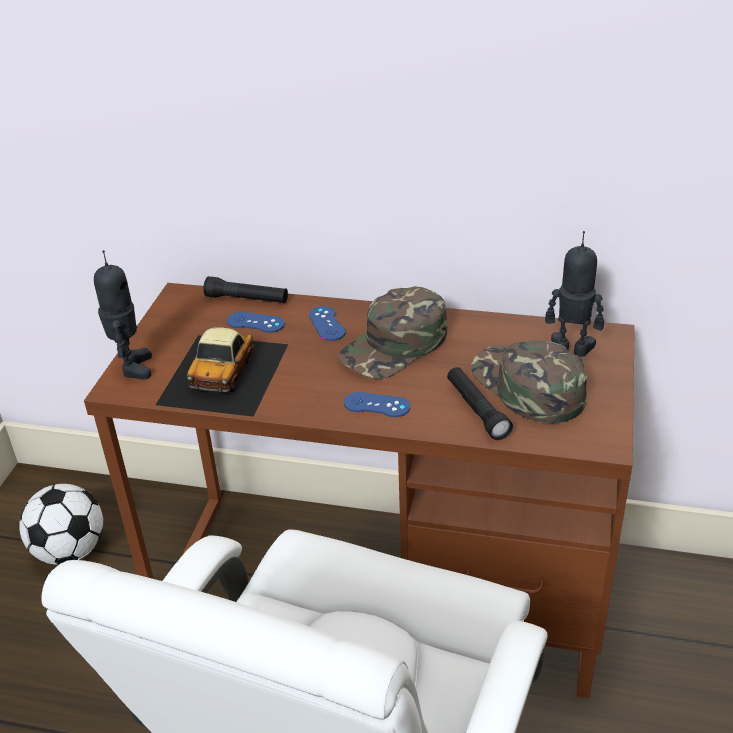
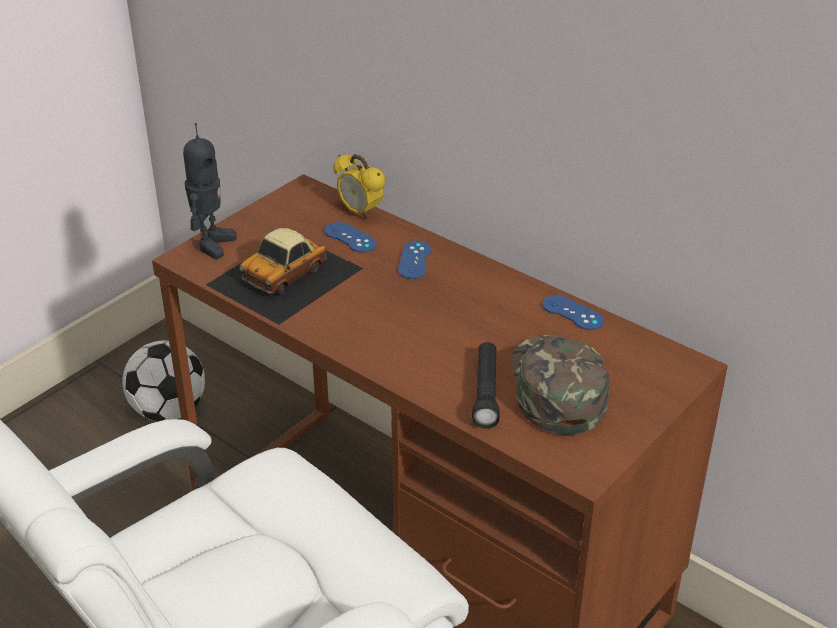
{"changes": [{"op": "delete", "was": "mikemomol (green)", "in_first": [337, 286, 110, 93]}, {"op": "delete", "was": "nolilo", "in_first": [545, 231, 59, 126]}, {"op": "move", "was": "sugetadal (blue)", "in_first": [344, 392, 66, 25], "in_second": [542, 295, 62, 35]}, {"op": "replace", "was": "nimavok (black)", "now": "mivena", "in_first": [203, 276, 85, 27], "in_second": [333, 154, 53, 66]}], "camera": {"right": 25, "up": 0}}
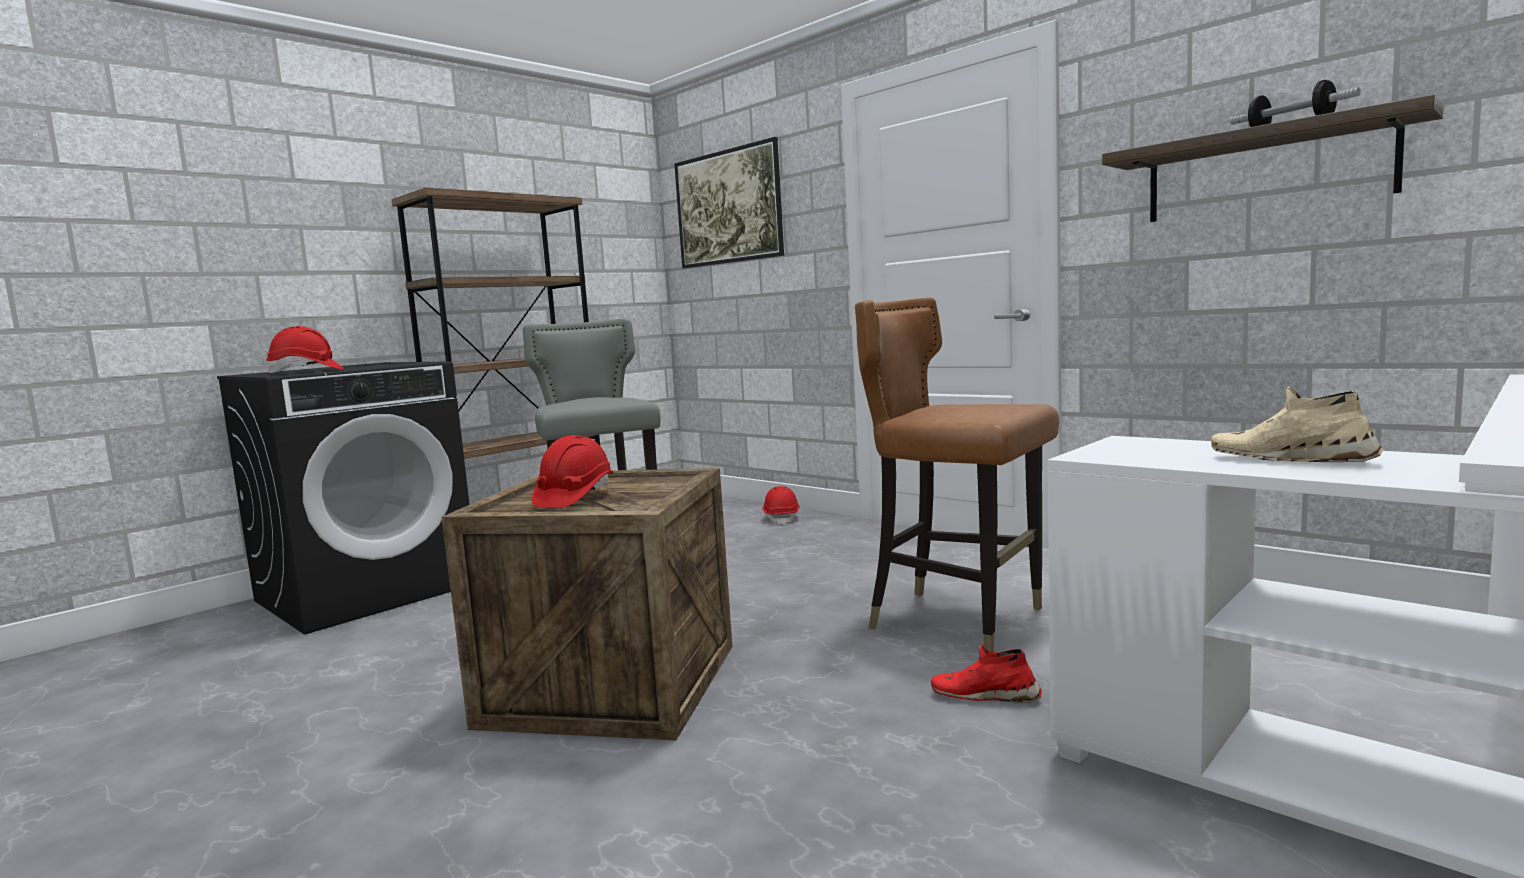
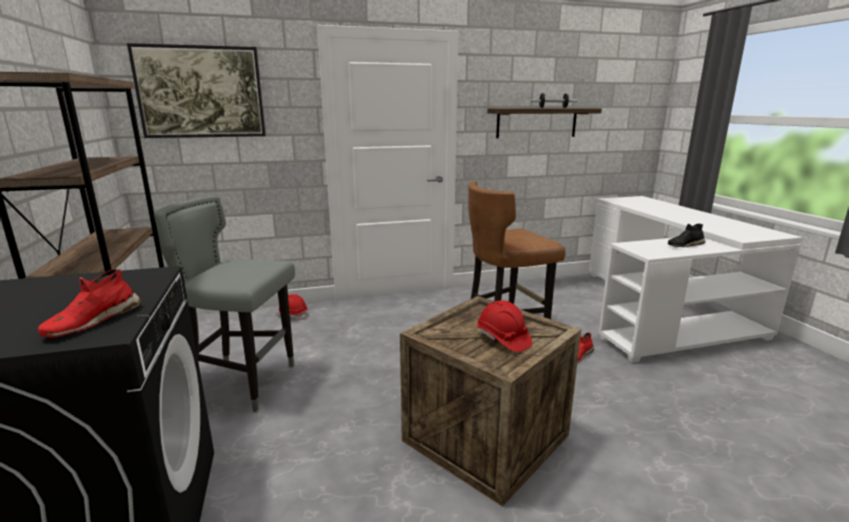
{"changes": [{"op": "replace", "was": "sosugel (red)", "now": "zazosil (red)", "in_first": [266, 326, 78, 48], "in_second": [38, 269, 103, 69]}, {"op": "recolor", "was": "zazosil (beige)", "now": "zazosil (black)", "in_first": [1211, 386, 172, 76], "in_second": [667, 223, 39, 24]}], "camera": {"right": -60, "up": 10}}
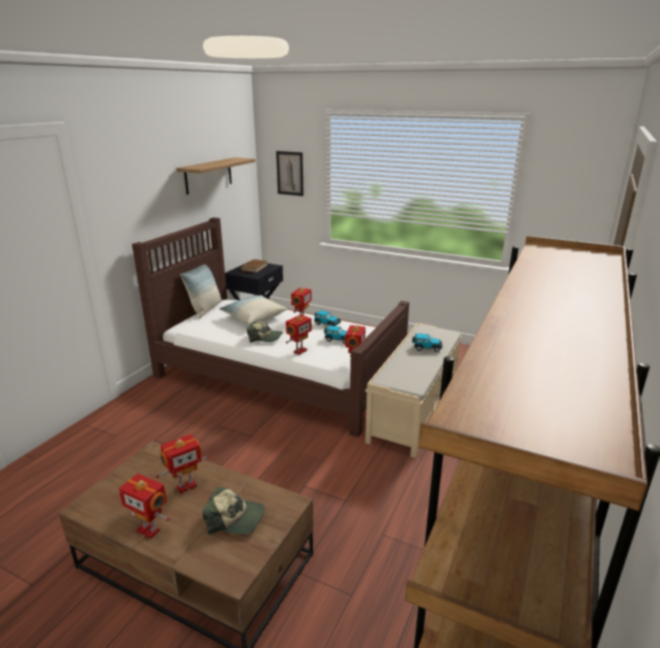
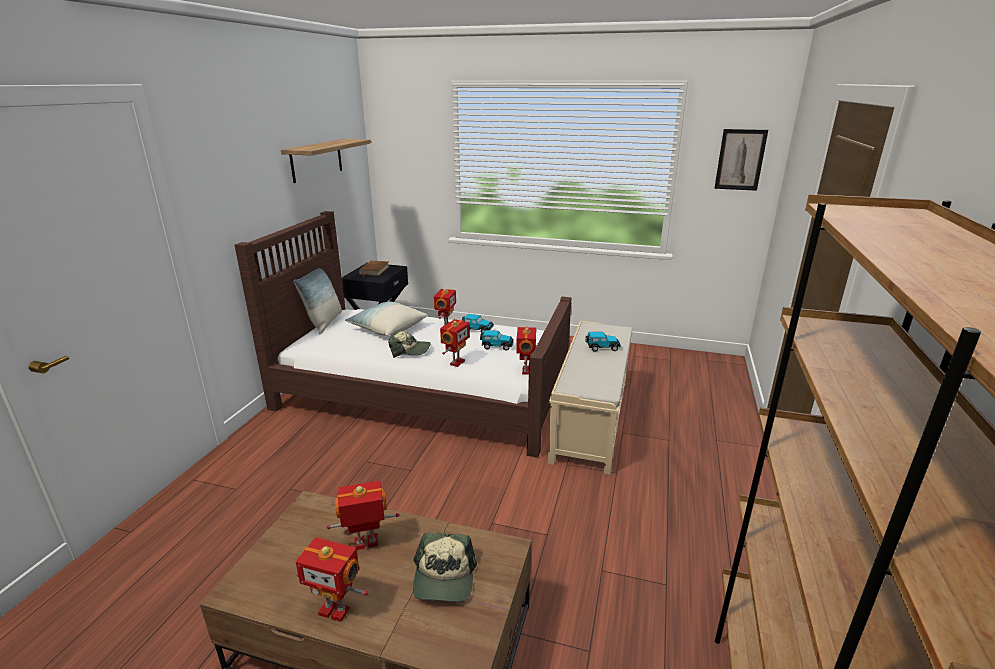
{"changes": [{"op": "move", "was": "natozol", "in_first": [276, 151, 28, 45], "in_second": [714, 129, 54, 62]}, {"op": "rotate", "was": "nolilo", "in_first": [156, 434, 53, 60], "in_second": [327, 481, 72, 69], "clockwise": -150}, {"op": "rotate", "was": "mikemomol", "in_first": [202, 486, 63, 49], "in_second": [413, 532, 64, 70], "clockwise": 90}], "camera": {"right": -10, "up": 0}}
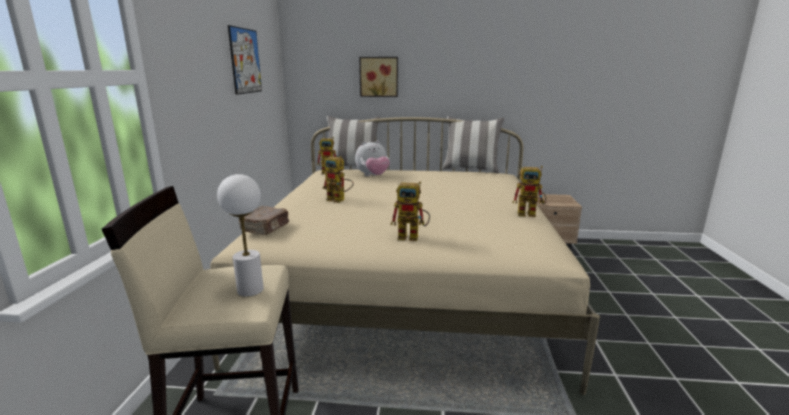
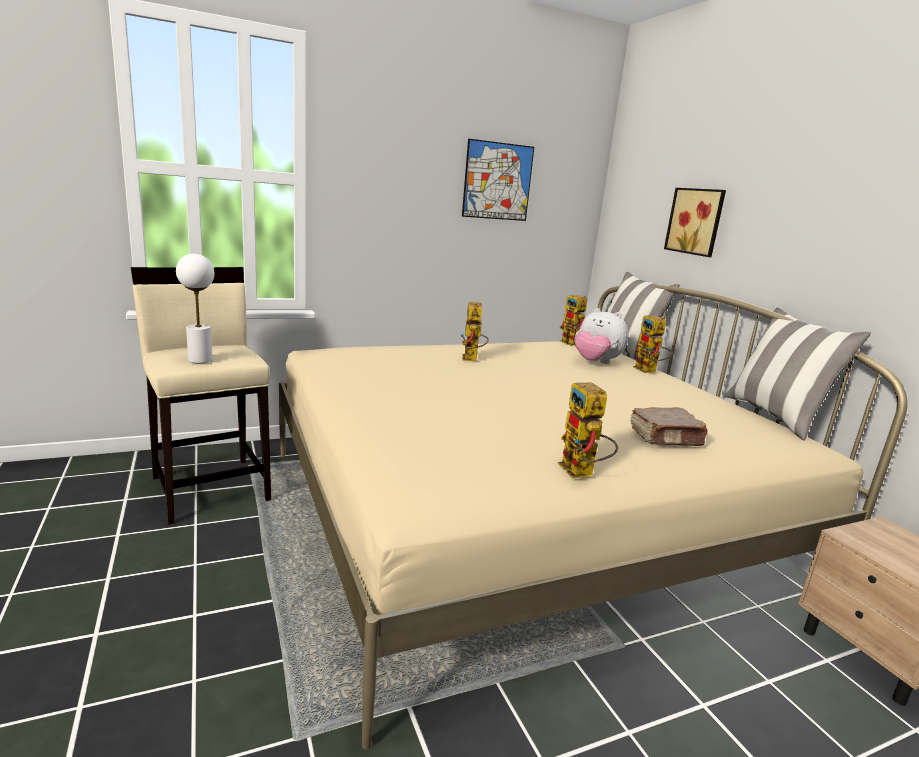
{"changes": [{"op": "move", "was": "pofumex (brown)", "in_first": [239, 206, 50, 29], "in_second": [630, 407, 78, 39]}, {"op": "move", "was": "nolilo", "in_first": [391, 182, 39, 59], "in_second": [633, 316, 39, 57]}], "camera": {"right": 60, "up": 0}}
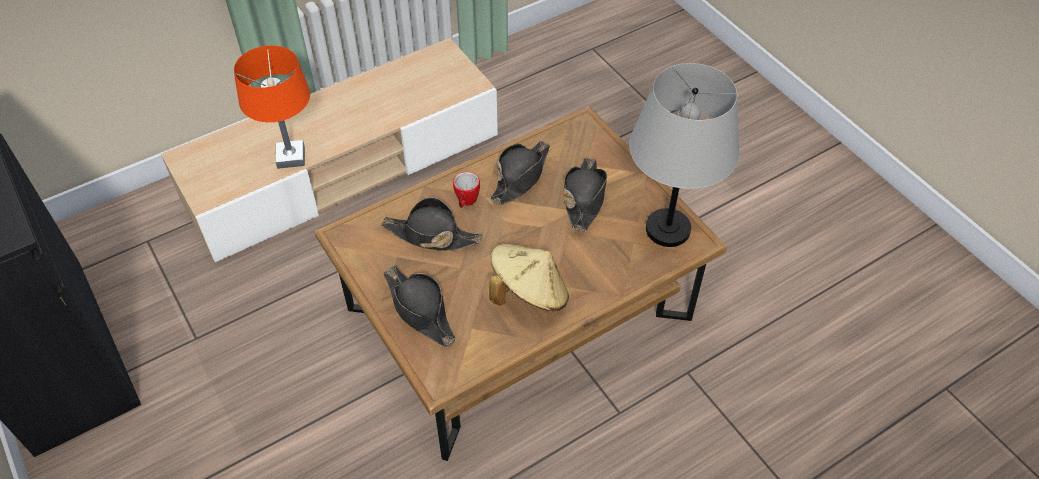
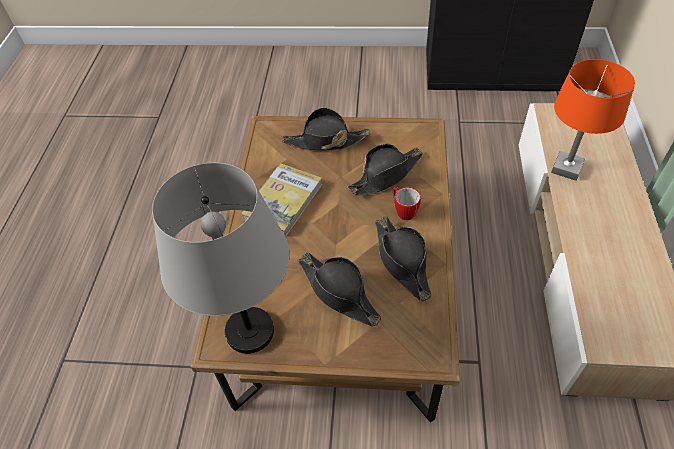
{"changes": [{"op": "replace", "was": "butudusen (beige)", "now": "pofumex", "in_first": [490, 244, 79, 67], "in_second": [241, 163, 81, 74]}], "camera": {"right": 130, "up": 0}}
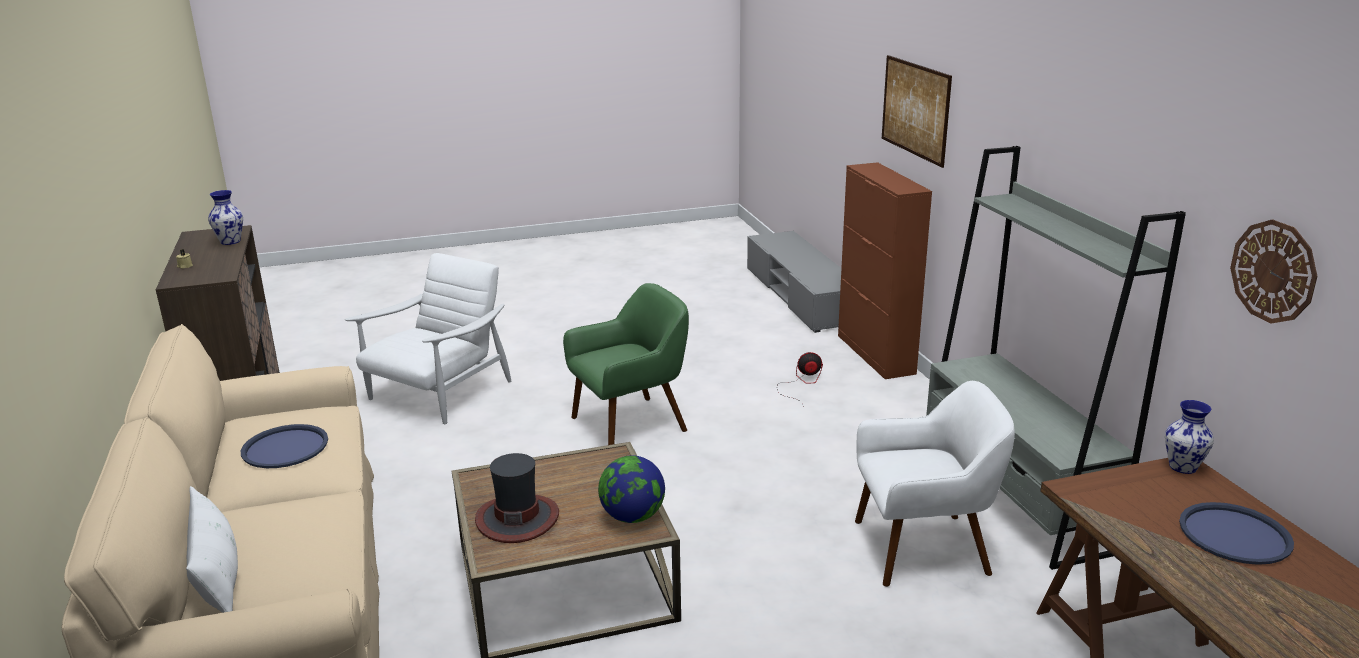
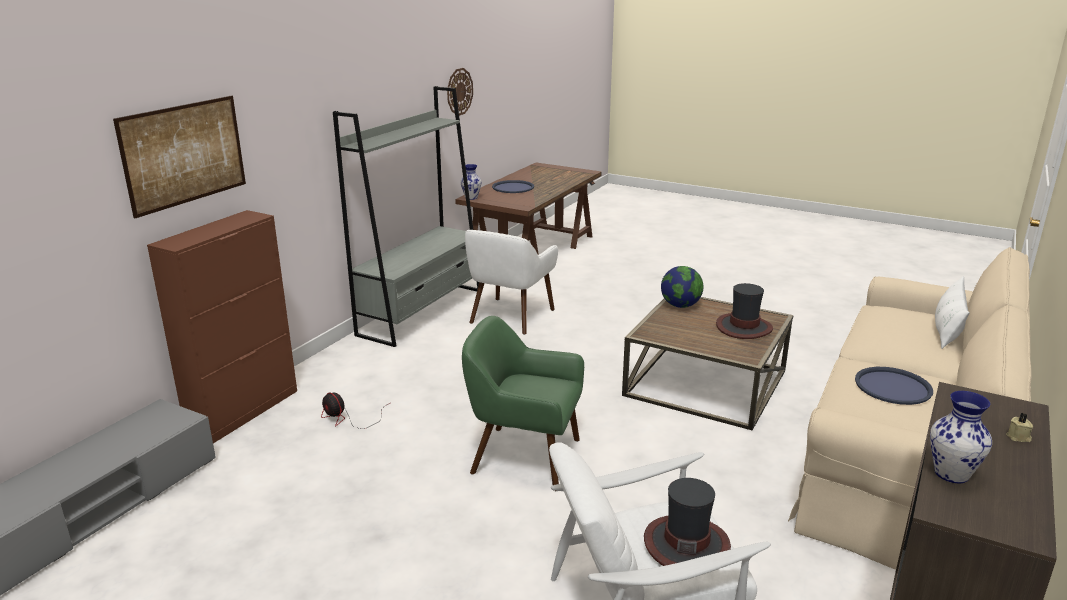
{"changes": [{"op": "insert", "now": "butudusen", "in_second": [644, 478, 87, 88]}, {"op": "rotate", "was": "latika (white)", "in_first": [855, 381, 160, 206], "in_second": [465, 230, 93, 105], "clockwise": -105}], "camera": {"right": -135, "up": 0}}
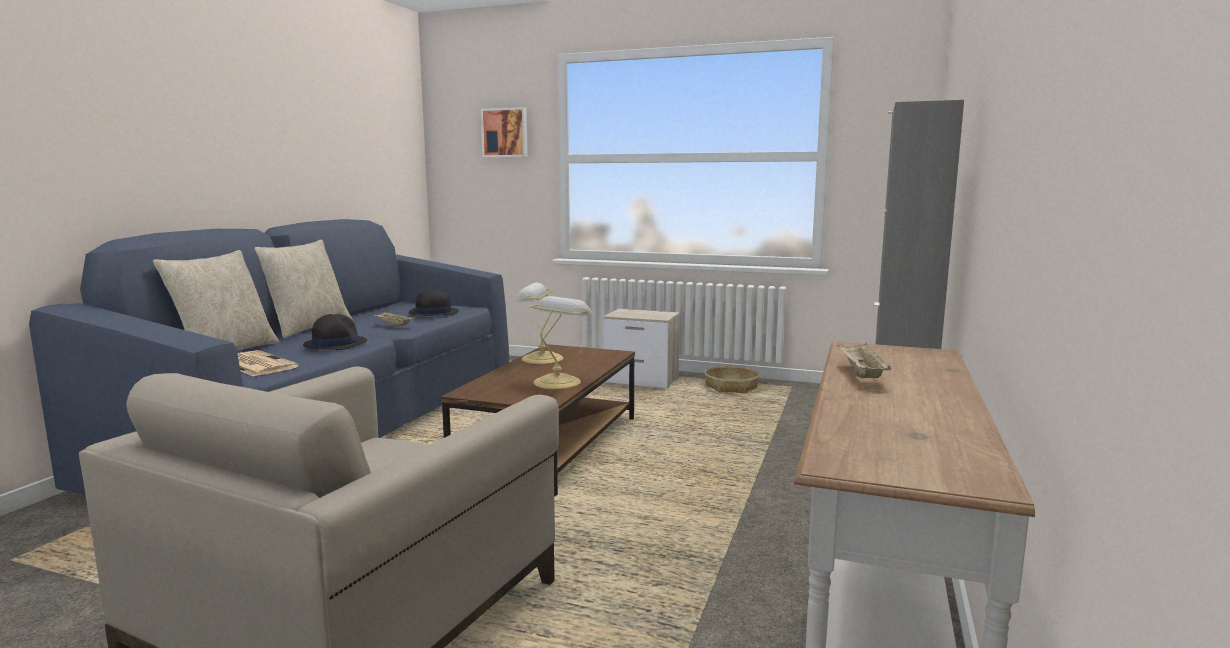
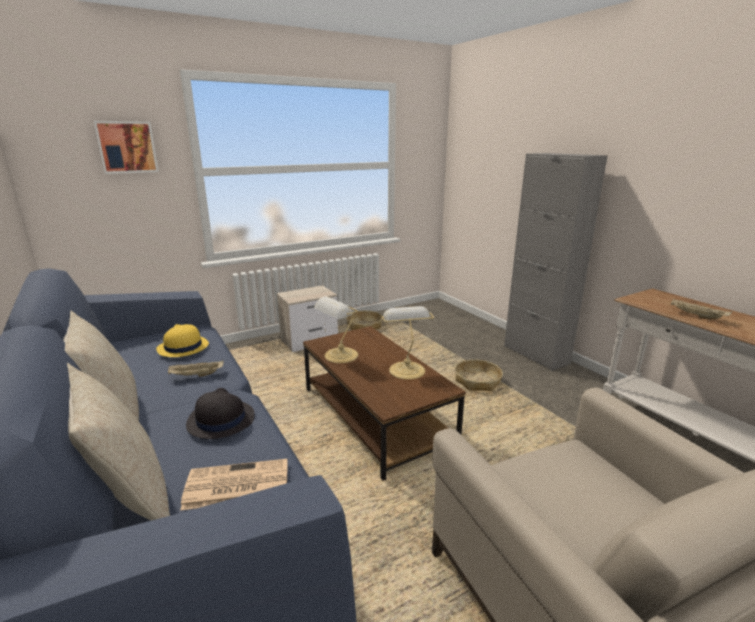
{"changes": [{"op": "insert", "now": "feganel", "in_second": [455, 359, 48, 32]}, {"op": "recolor", "was": "butudusen (black)", "now": "butudusen (yellow)", "in_first": [409, 289, 49, 27], "in_second": [156, 324, 53, 33]}], "camera": {"right": -50, "up": 10}}
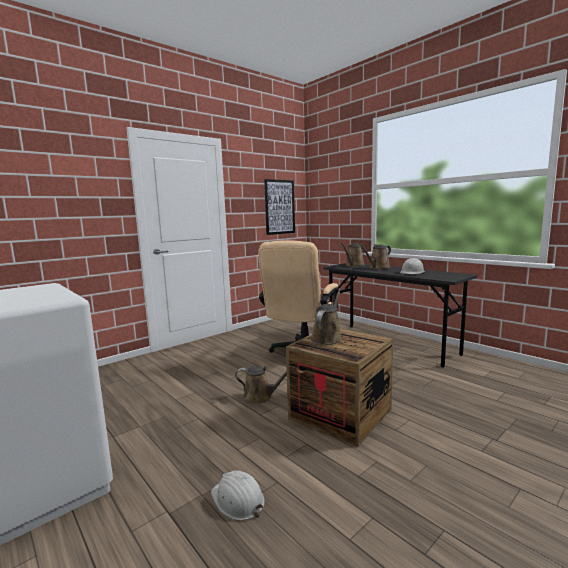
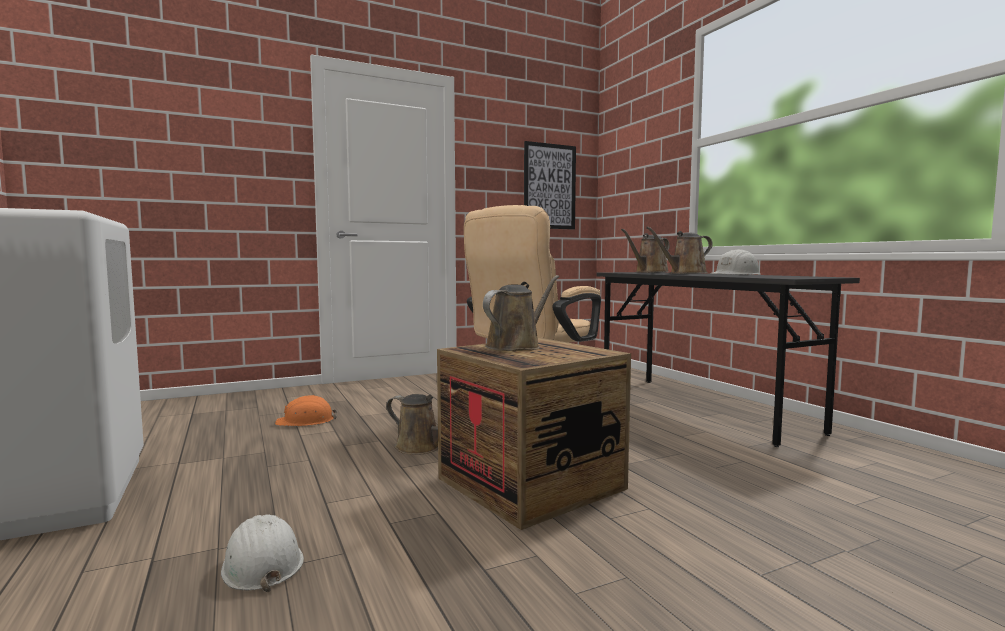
{"changes": [{"op": "insert", "now": "sosugel (orange)", "in_second": [275, 395, 62, 31]}], "camera": {"right": 15, "up": -5}}
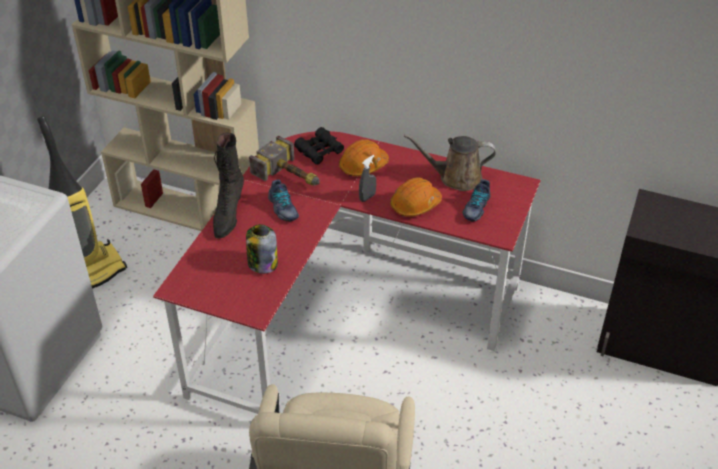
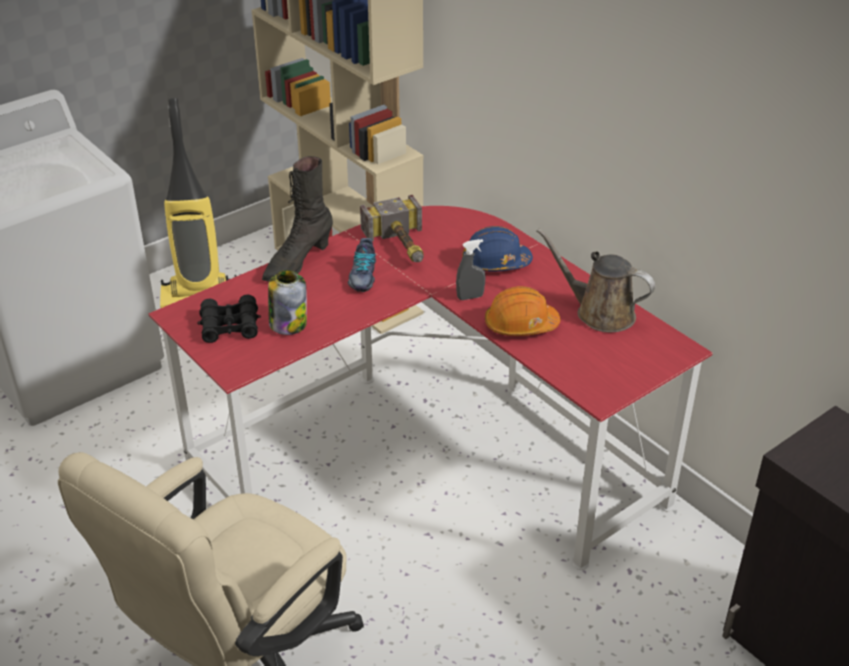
{"changes": [{"op": "delete", "was": "zazosil", "in_first": [462, 179, 29, 43]}, {"op": "move", "was": "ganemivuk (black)", "in_first": [294, 127, 50, 38], "in_second": [197, 295, 64, 48]}, {"op": "recolor", "was": "sosugel (orange)", "now": "sosugel (blue)", "in_first": [339, 139, 50, 37], "in_second": [462, 226, 71, 45]}], "camera": {"right": 30, "up": -5}}
